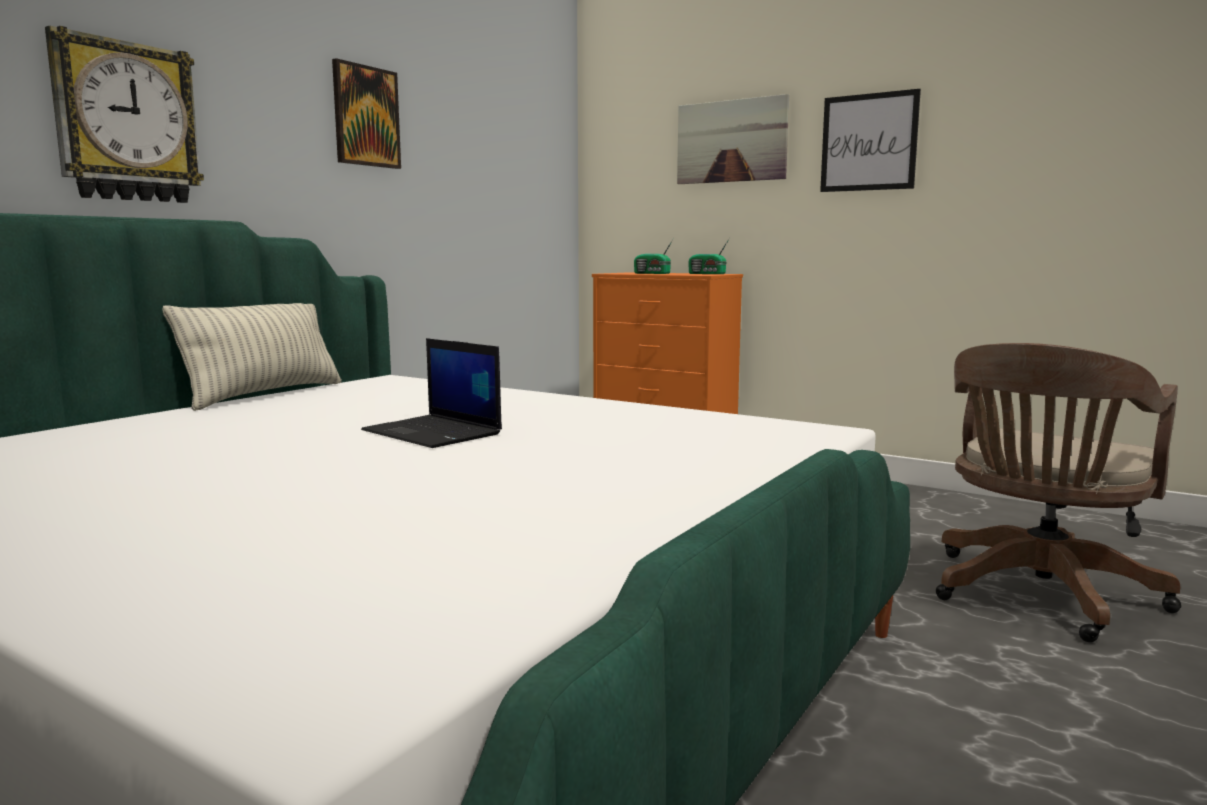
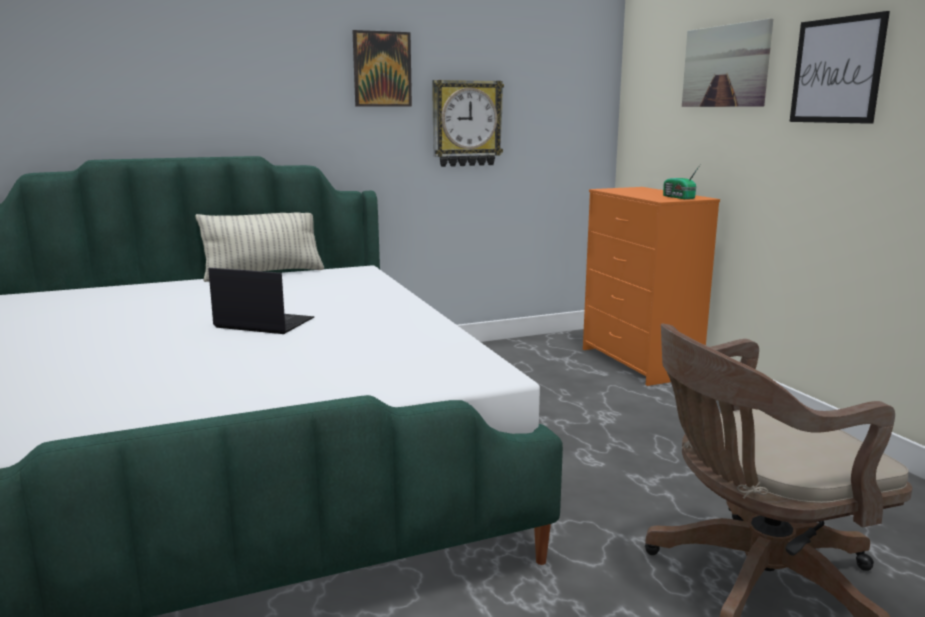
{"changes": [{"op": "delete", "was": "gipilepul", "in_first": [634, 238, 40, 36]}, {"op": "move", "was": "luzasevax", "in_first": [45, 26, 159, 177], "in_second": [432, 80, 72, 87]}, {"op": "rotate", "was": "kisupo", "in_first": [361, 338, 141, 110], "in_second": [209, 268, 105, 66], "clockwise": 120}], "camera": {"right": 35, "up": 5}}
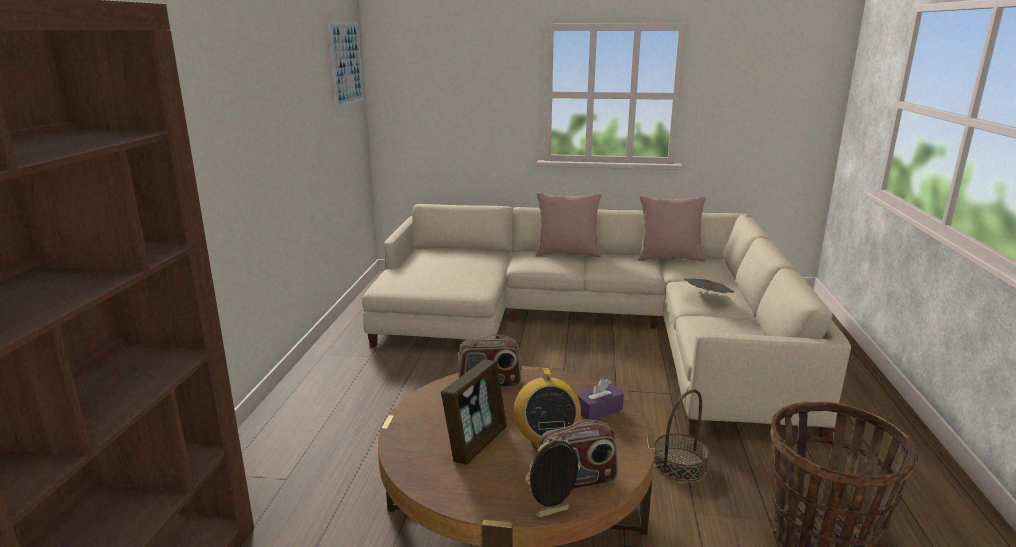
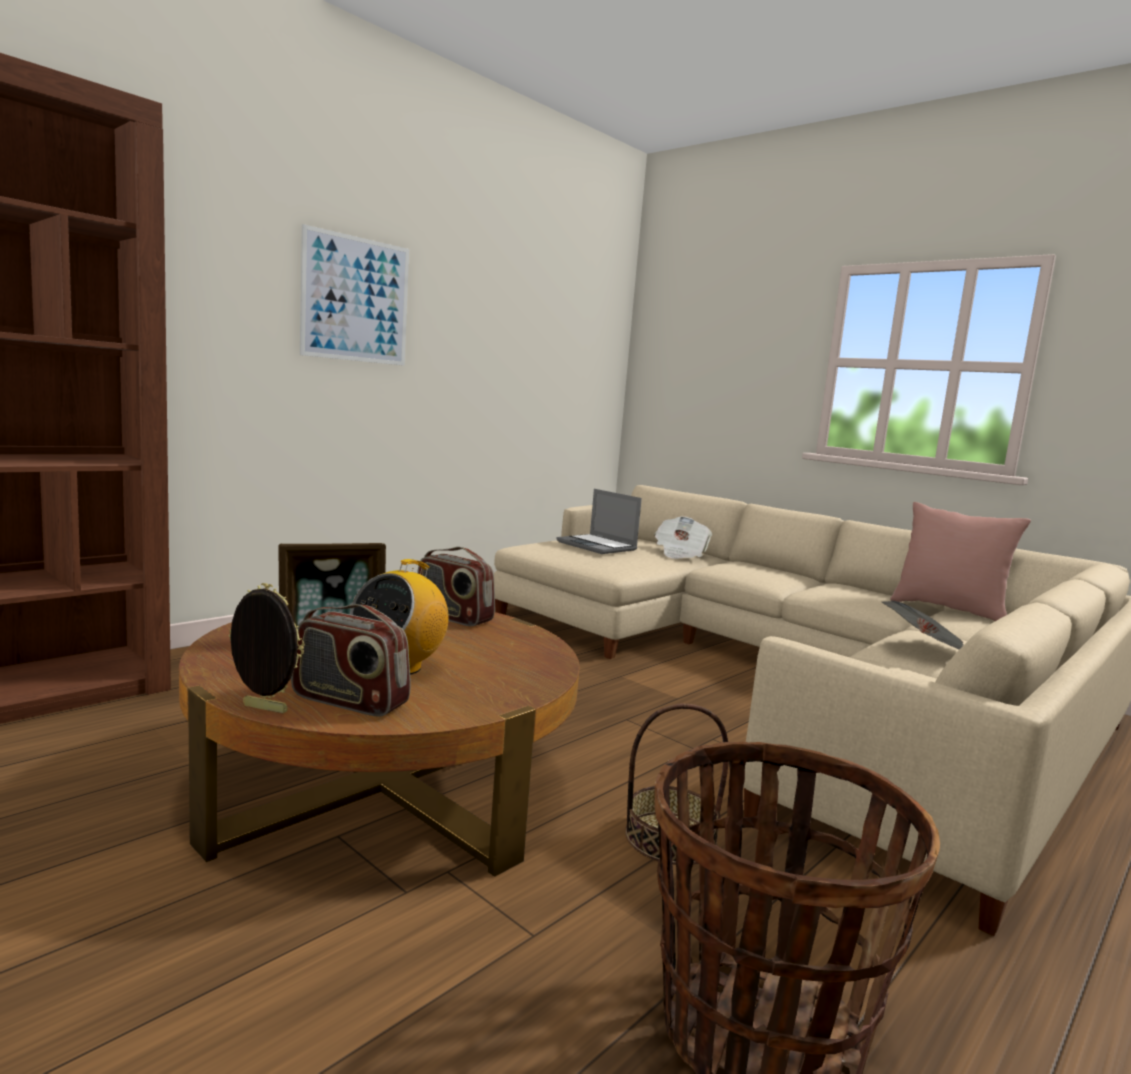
{"changes": [{"op": "delete", "was": "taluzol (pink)", "in_first": [536, 192, 66, 65]}, {"op": "delete", "was": "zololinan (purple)", "in_first": [577, 379, 47, 41]}, {"op": "insert", "now": "kisupo", "in_second": [557, 489, 85, 65]}, {"op": "insert", "now": "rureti", "in_second": [654, 516, 58, 43]}, {"op": "move", "was": "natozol", "in_first": [328, 21, 36, 87], "in_second": [300, 224, 109, 142]}], "camera": {"right": 35, "up": -10}}
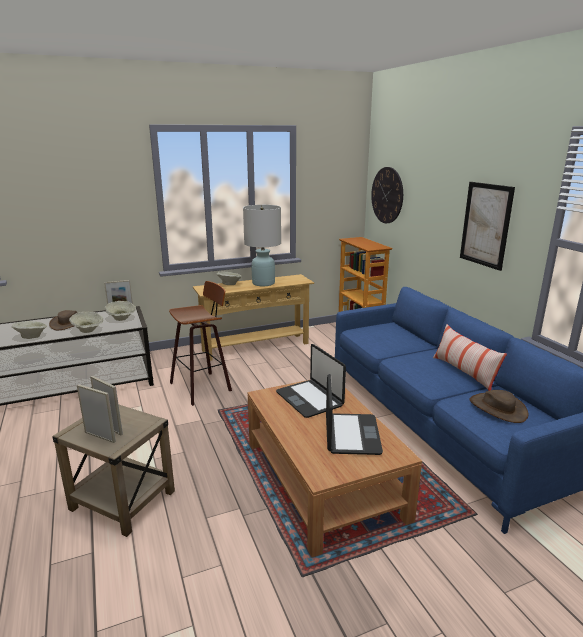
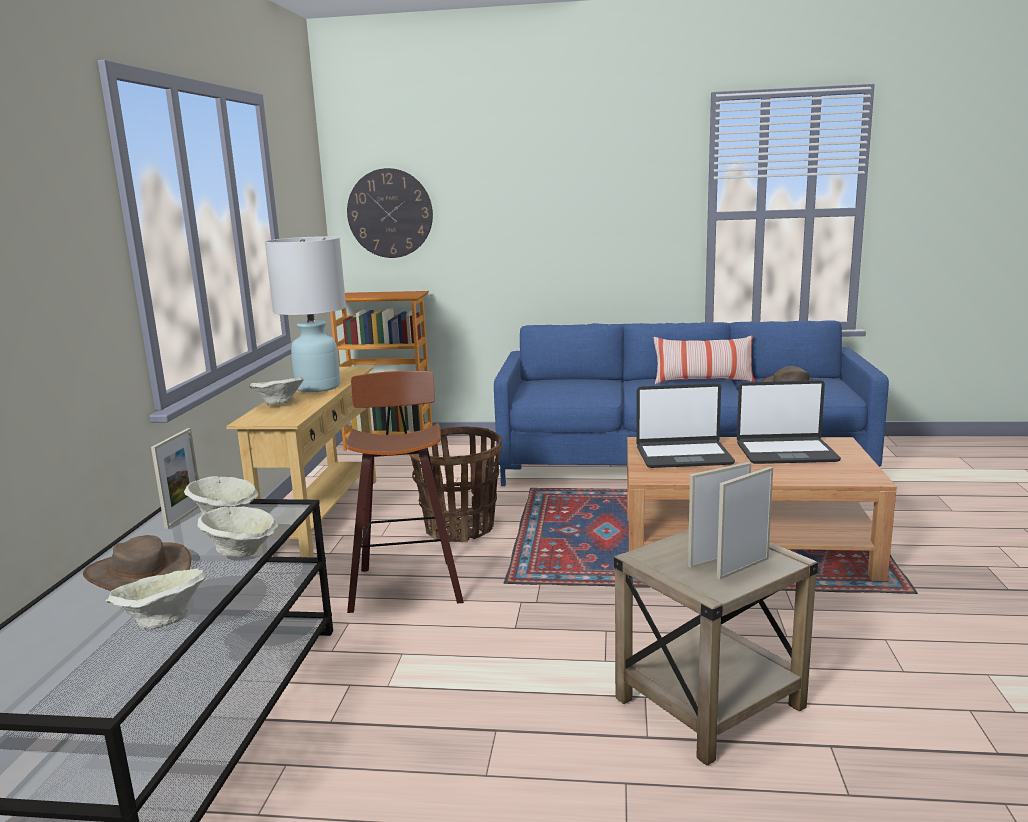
{"changes": [{"op": "delete", "was": "natozol", "in_first": [460, 182, 55, 89]}, {"op": "insert", "now": "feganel", "in_second": [409, 427, 93, 115]}, {"op": "rotate", "was": "kisupo", "in_first": [326, 374, 57, 81], "in_second": [737, 380, 104, 84], "clockwise": 150}], "camera": {"right": -60, "up": -5}}
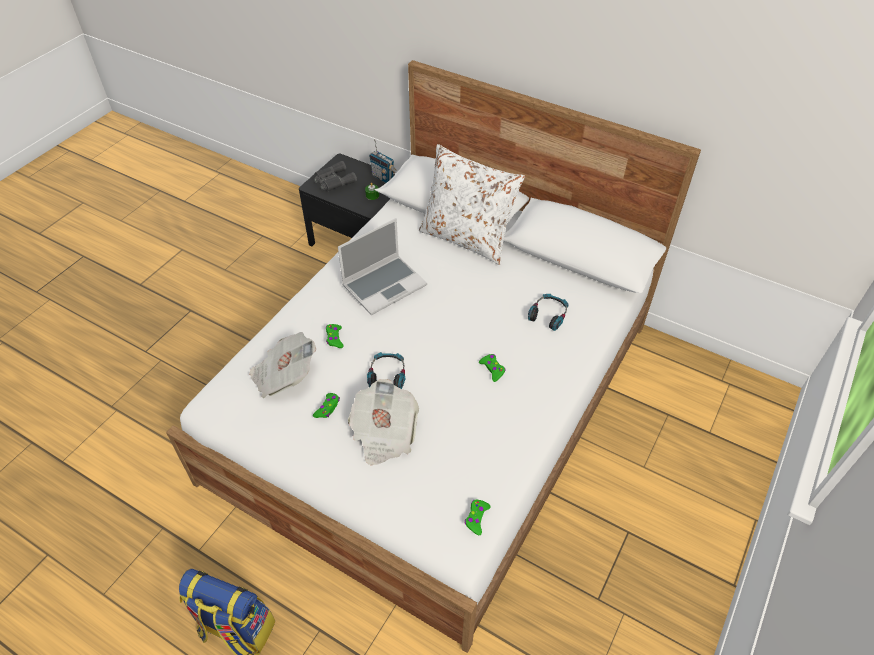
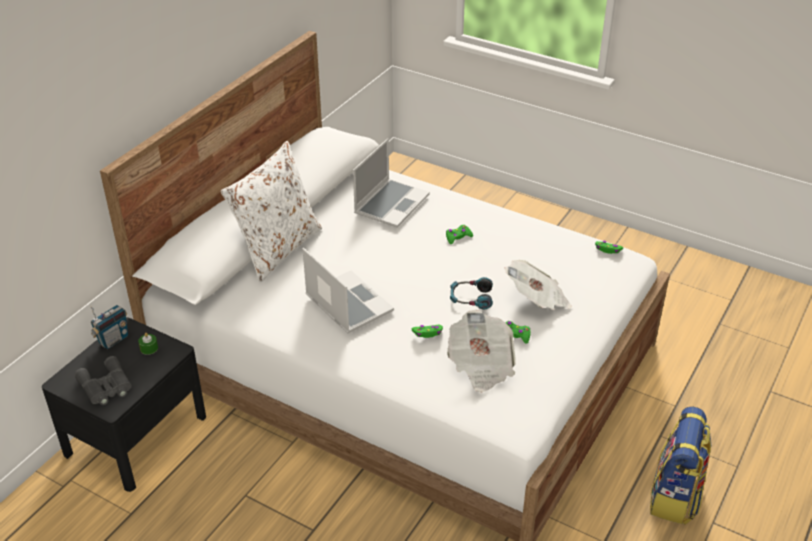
{"changes": [{"op": "replace", "was": "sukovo", "now": "kisupo", "in_first": [528, 294, 41, 37], "in_second": [353, 139, 77, 89]}], "camera": {"right": -90, "up": -10}}
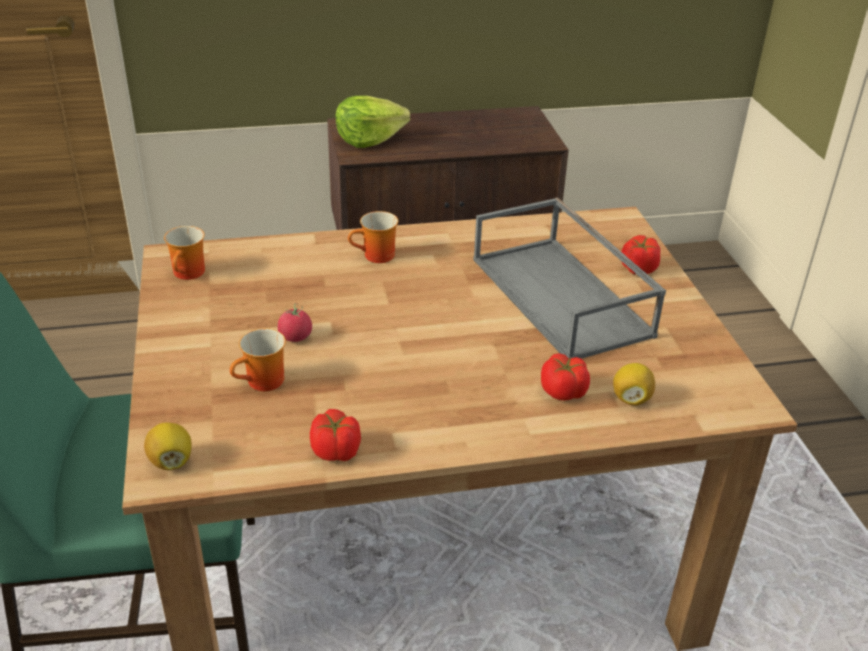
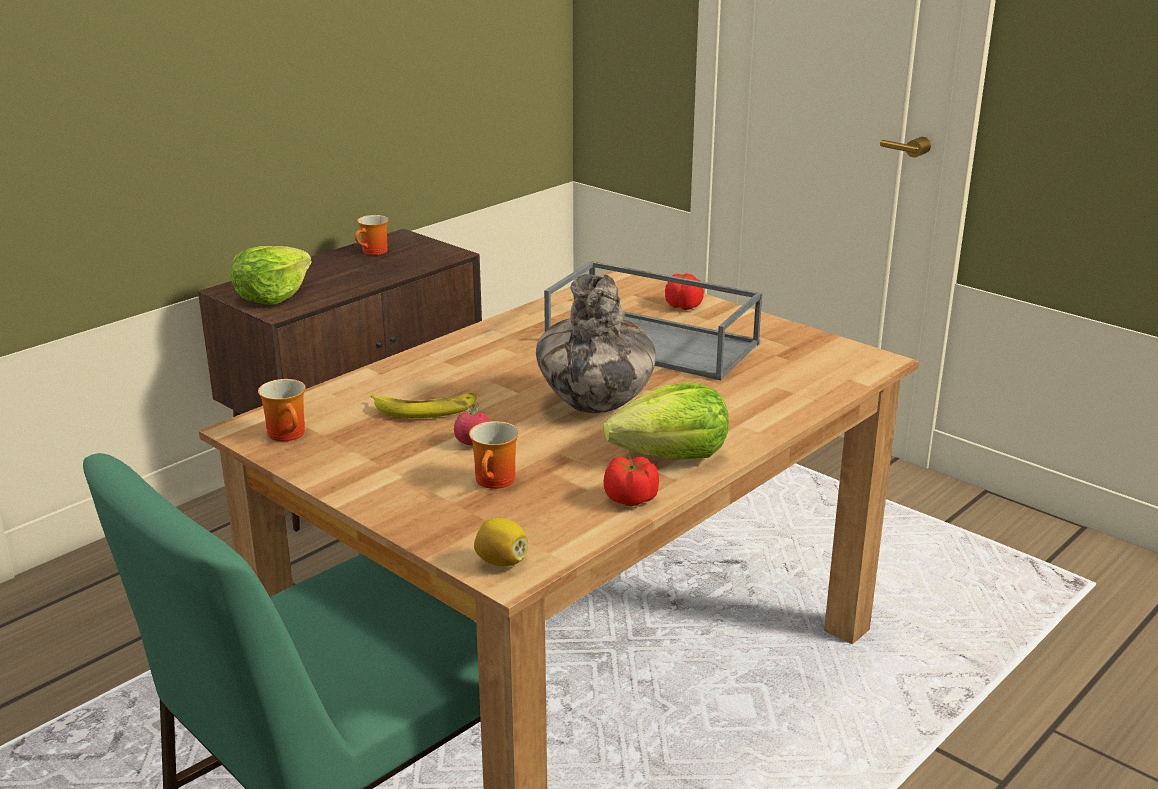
{"changes": [{"op": "delete", "was": "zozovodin", "in_first": [541, 353, 49, 47]}, {"op": "delete", "was": "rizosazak", "in_first": [613, 363, 42, 43]}, {"op": "insert", "now": "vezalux", "in_second": [371, 393, 106, 25]}, {"op": "insert", "now": "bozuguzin", "in_second": [536, 274, 120, 139]}, {"op": "insert", "now": "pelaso", "in_second": [604, 382, 125, 78]}, {"op": "move", "was": "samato", "in_first": [348, 211, 50, 52], "in_second": [355, 215, 34, 40]}], "camera": {"right": -35, "up": -10}}
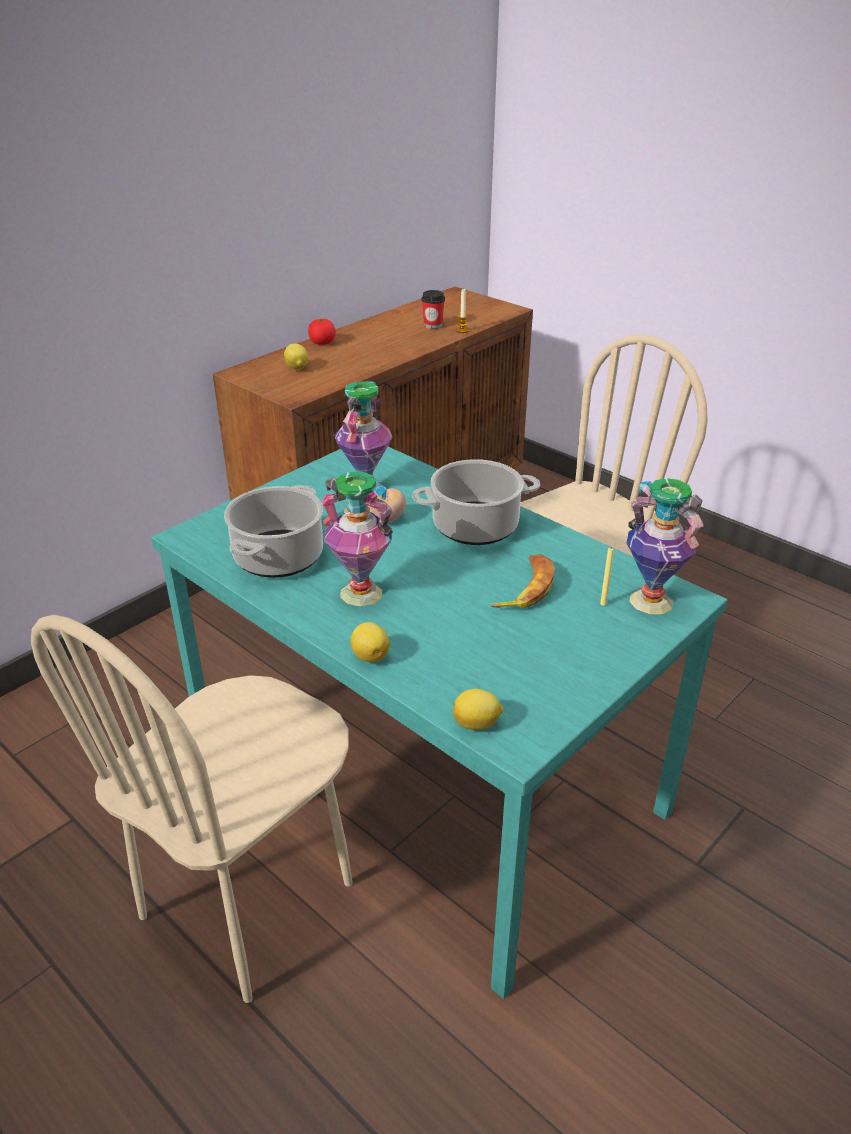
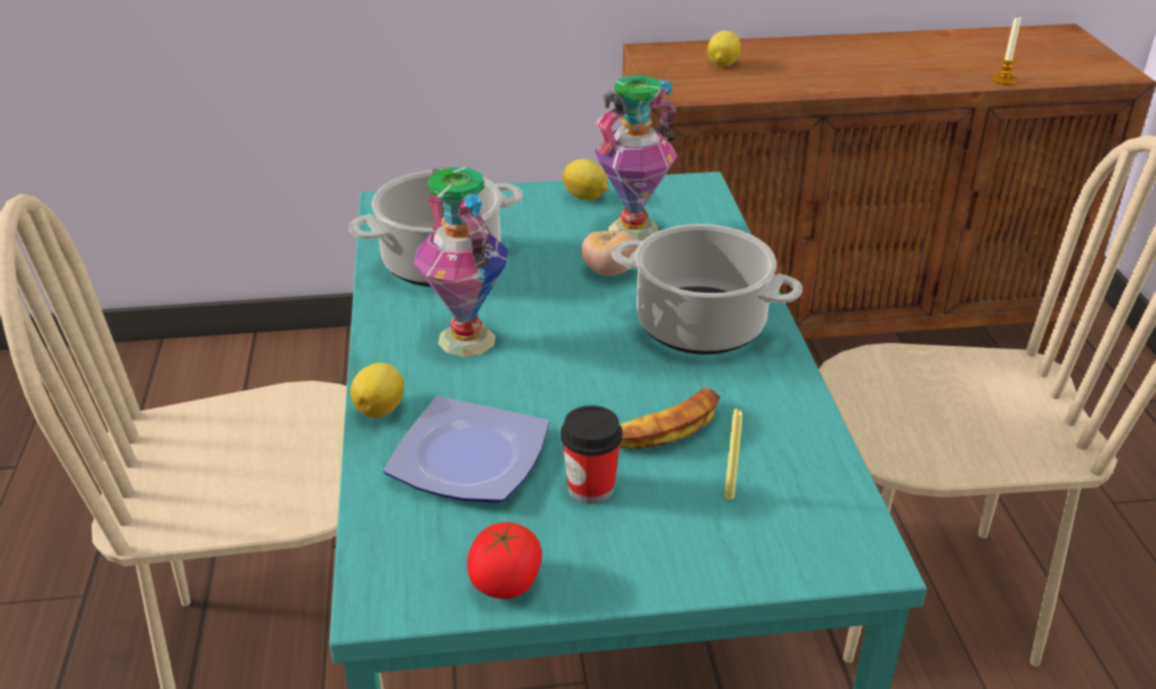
{"changes": [{"op": "delete", "was": "bozuguzin", "in_first": [627, 478, 77, 136]}, {"op": "insert", "now": "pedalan", "in_second": [383, 396, 166, 107]}, {"op": "move", "was": "zozovodin", "in_first": [308, 319, 28, 26], "in_second": [467, 522, 75, 77]}, {"op": "move", "was": "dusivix", "in_first": [422, 290, 23, 39], "in_second": [561, 405, 62, 99]}, {"op": "move", "was": "rizosazak", "in_first": [453, 689, 51, 41], "in_second": [563, 159, 45, 41]}], "camera": {"right": 40, "up": 0}}
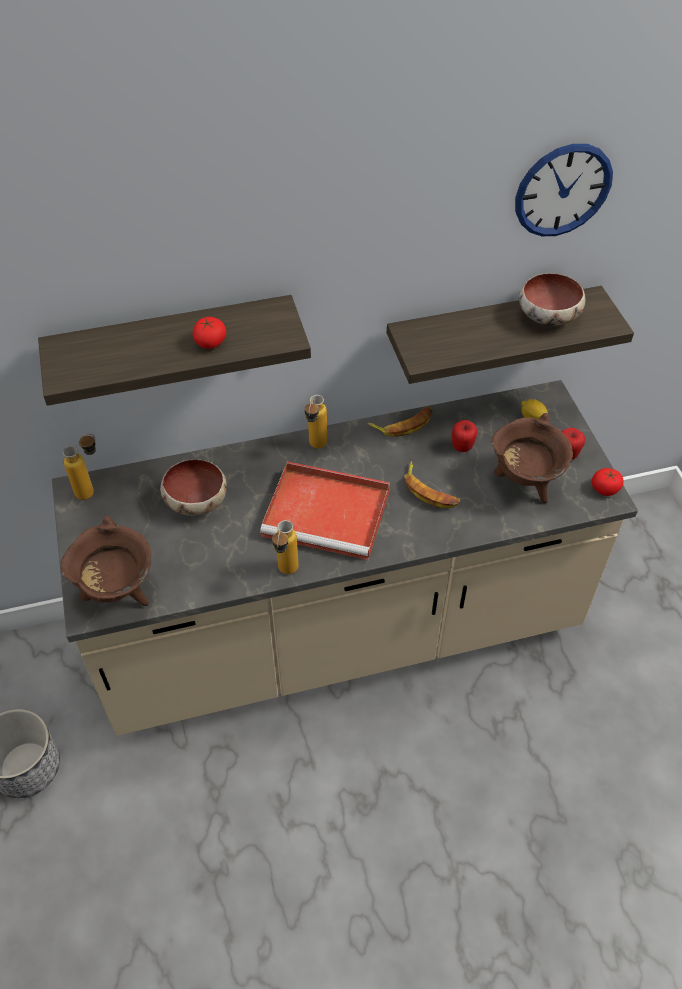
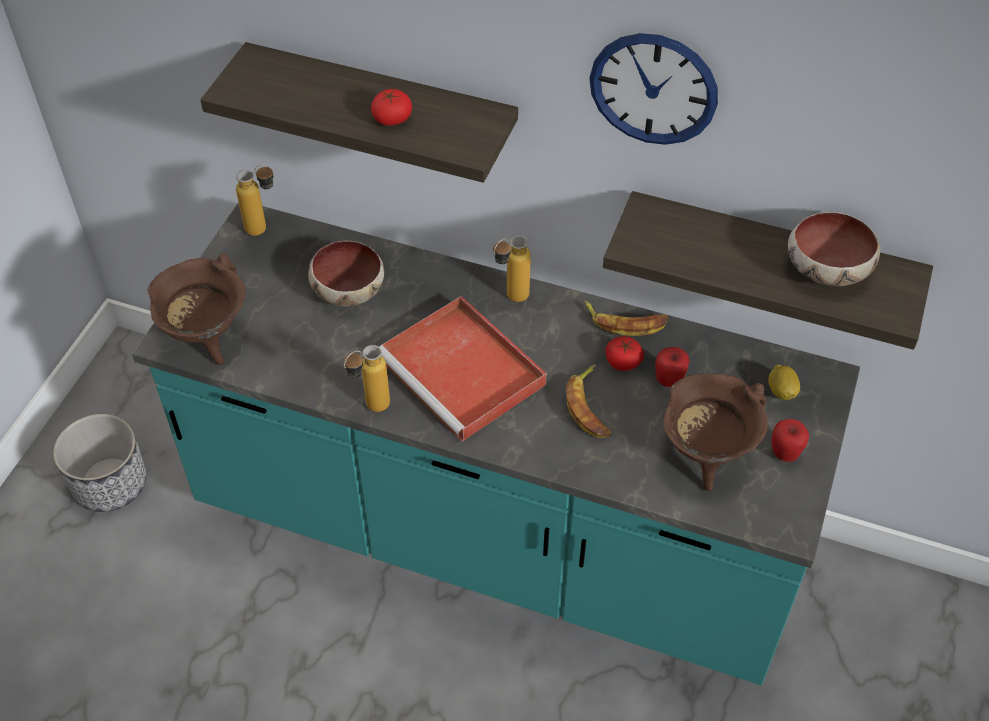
{"changes": [{"op": "move", "was": "luzasevax", "in_first": [515, 144, 98, 92], "in_second": [589, 33, 129, 112]}, {"op": "move", "was": "zozovodin", "in_first": [592, 468, 31, 28], "in_second": [605, 336, 39, 35]}, {"op": "recolor", "was": "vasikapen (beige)", "now": "vasikapen (turquoise)", "in_first": [52, 380, 586, 356], "in_second": [132, 202, 728, 483]}], "camera": {"right": 35, "up": 0}}
